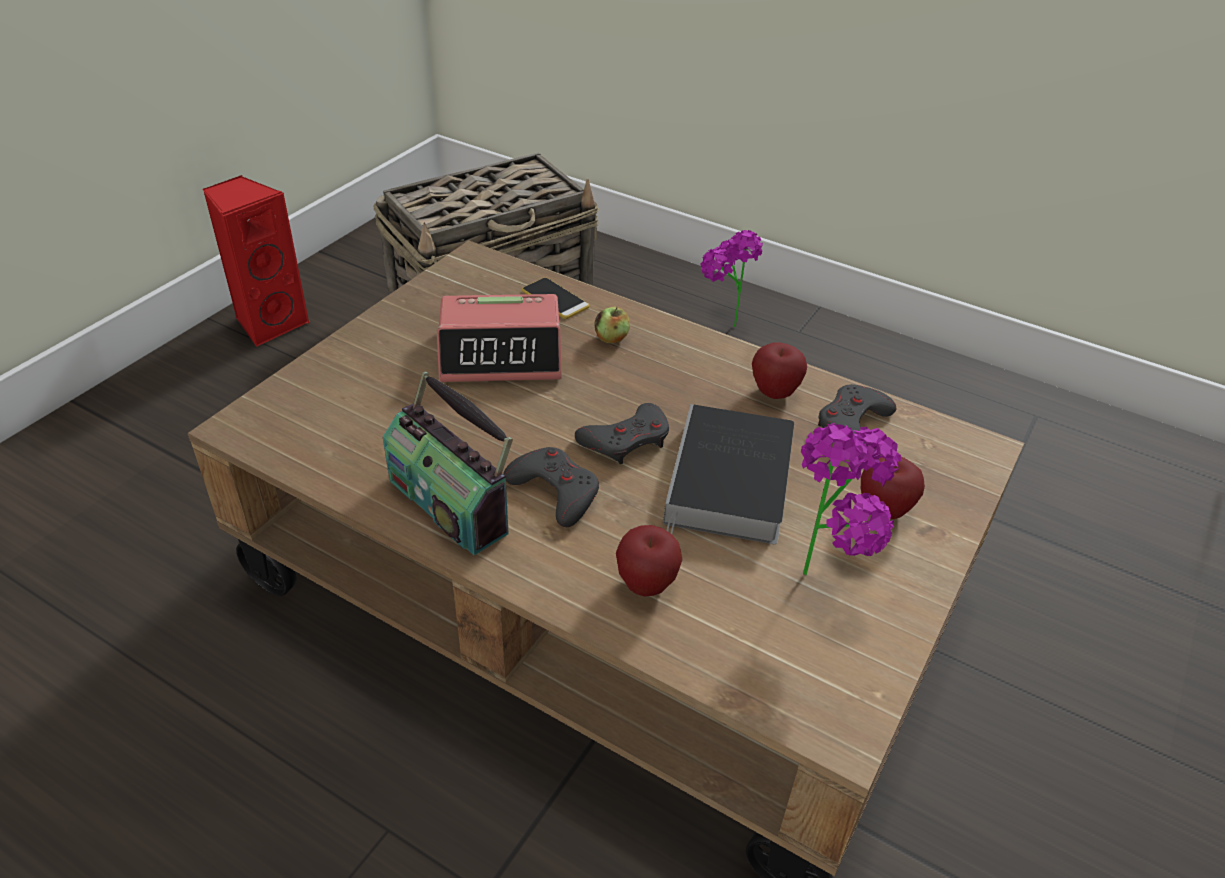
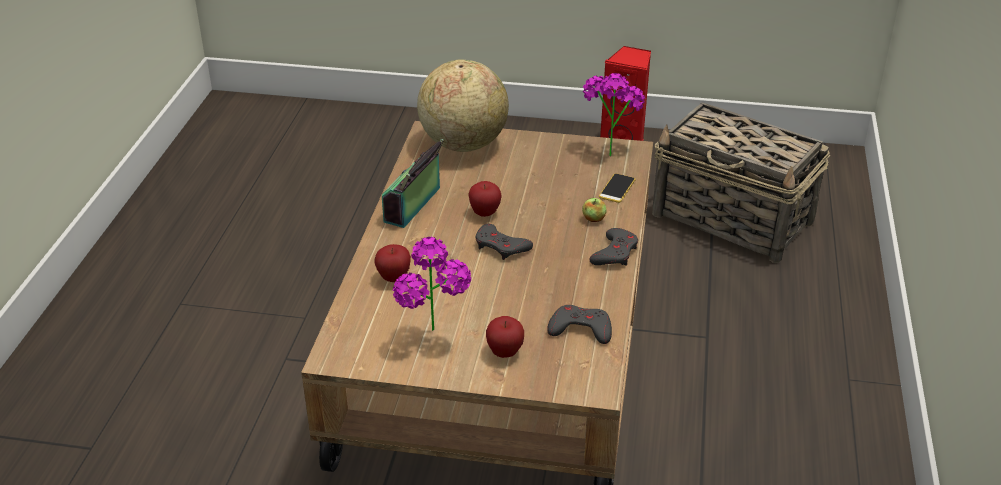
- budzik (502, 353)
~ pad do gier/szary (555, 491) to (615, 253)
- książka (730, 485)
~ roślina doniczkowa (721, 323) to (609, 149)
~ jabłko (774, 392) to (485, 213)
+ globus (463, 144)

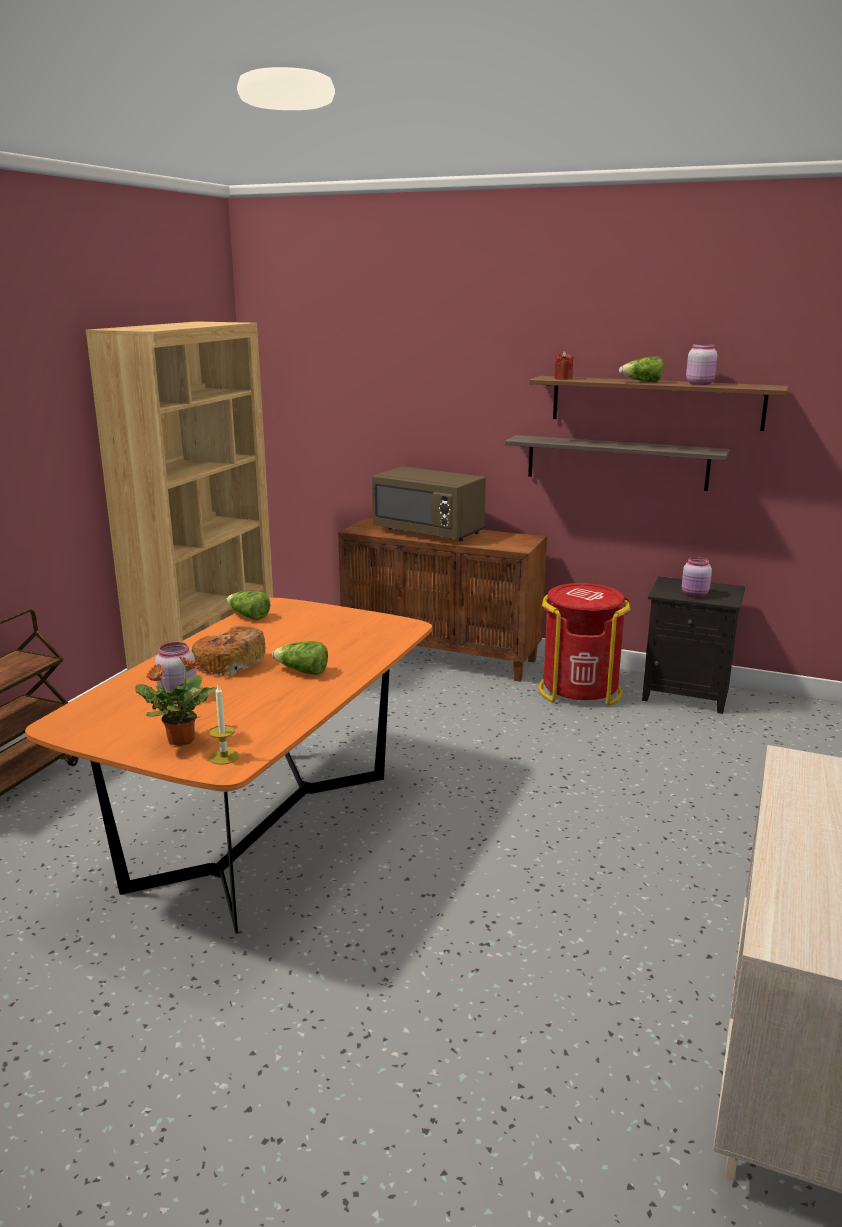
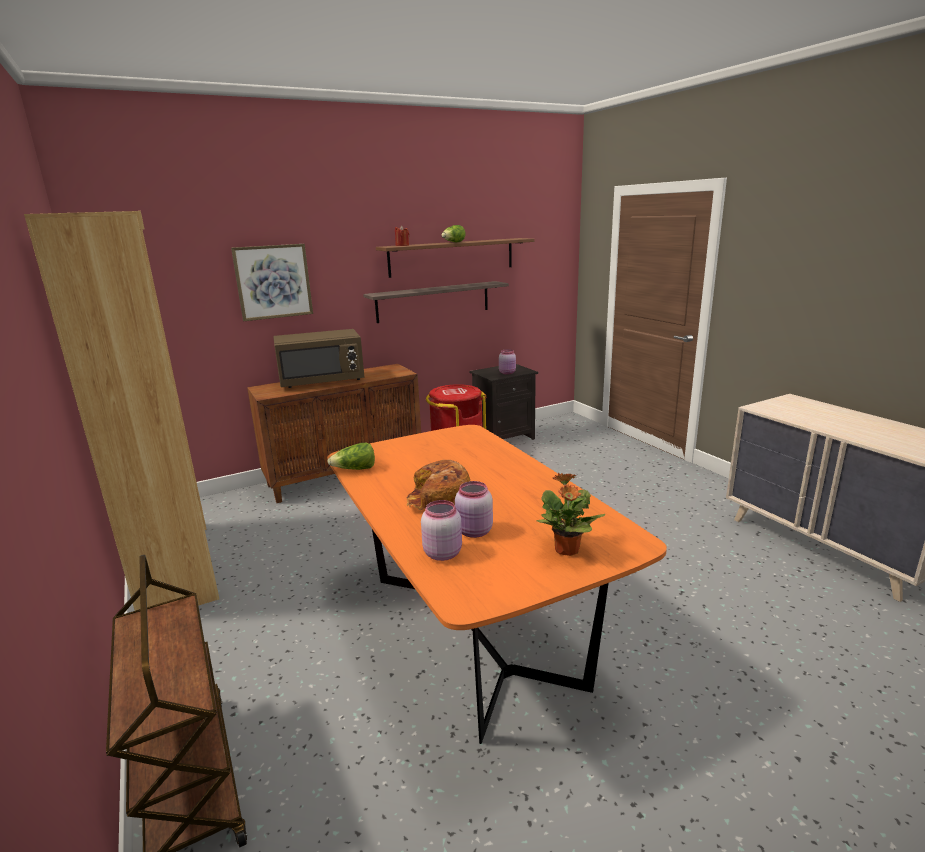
- świeca (224, 757)
- sałata (302, 671)
~ słoik/różowy (700, 383) to (442, 553)
+ obraz (273, 282)

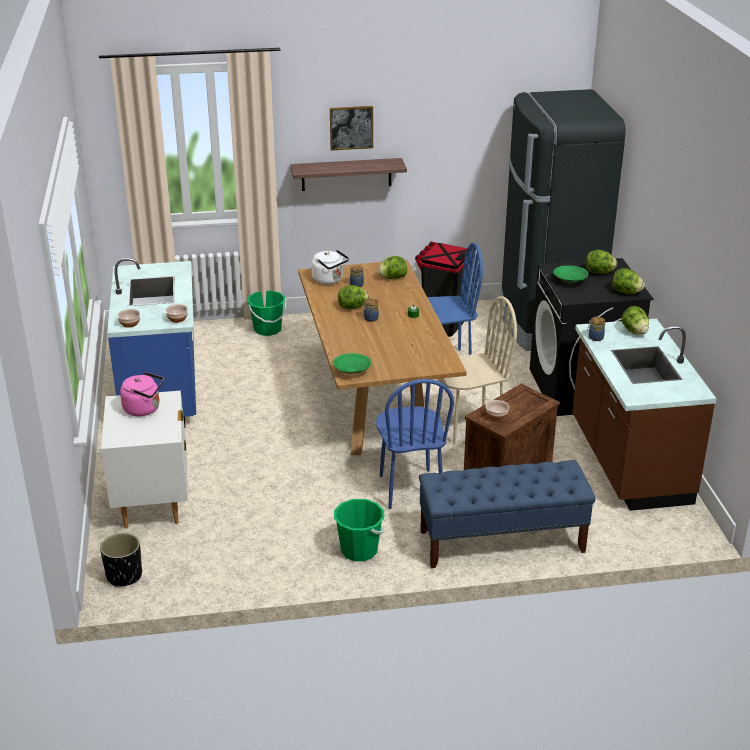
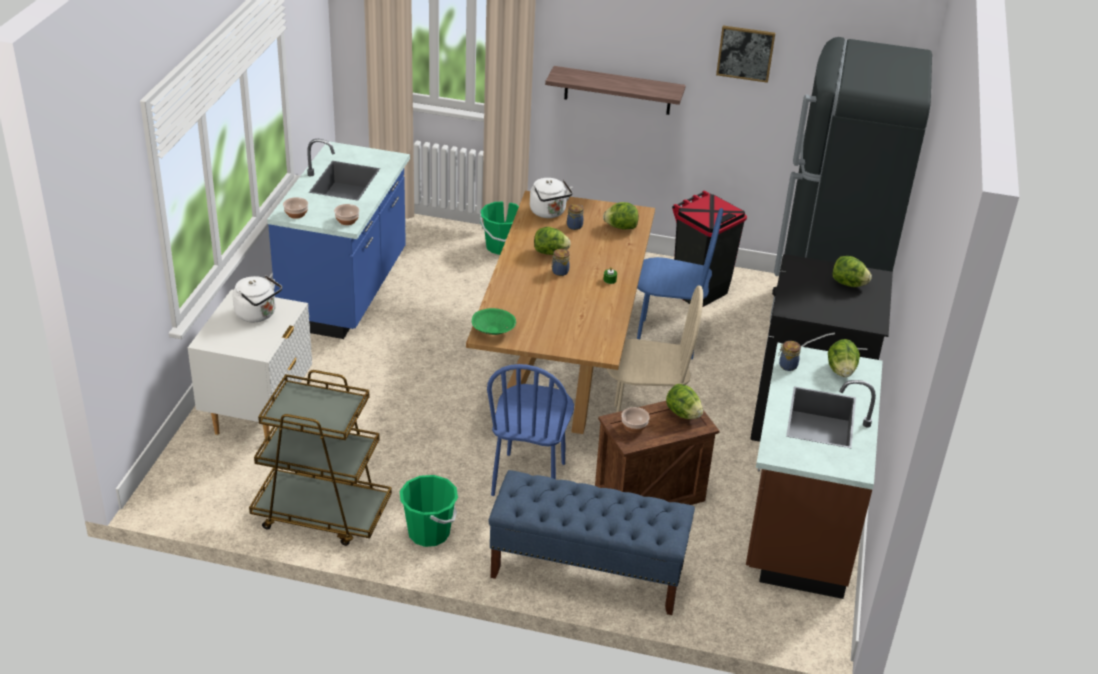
- donica/czarny (124, 575)
~ czajnik/różowy (144, 409) to czajnik/biały (258, 314)
~ obraz (351, 127) to (745, 53)
- miska/zielony (569, 281)
~ sałata (626, 292) to (683, 414)
+ wózek/brązowy (321, 513)

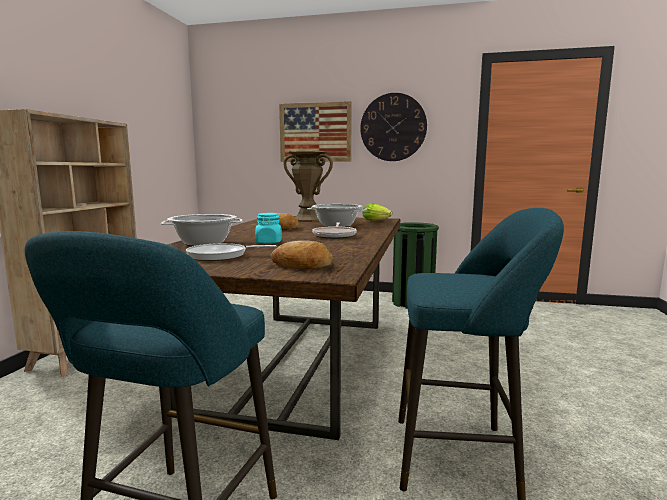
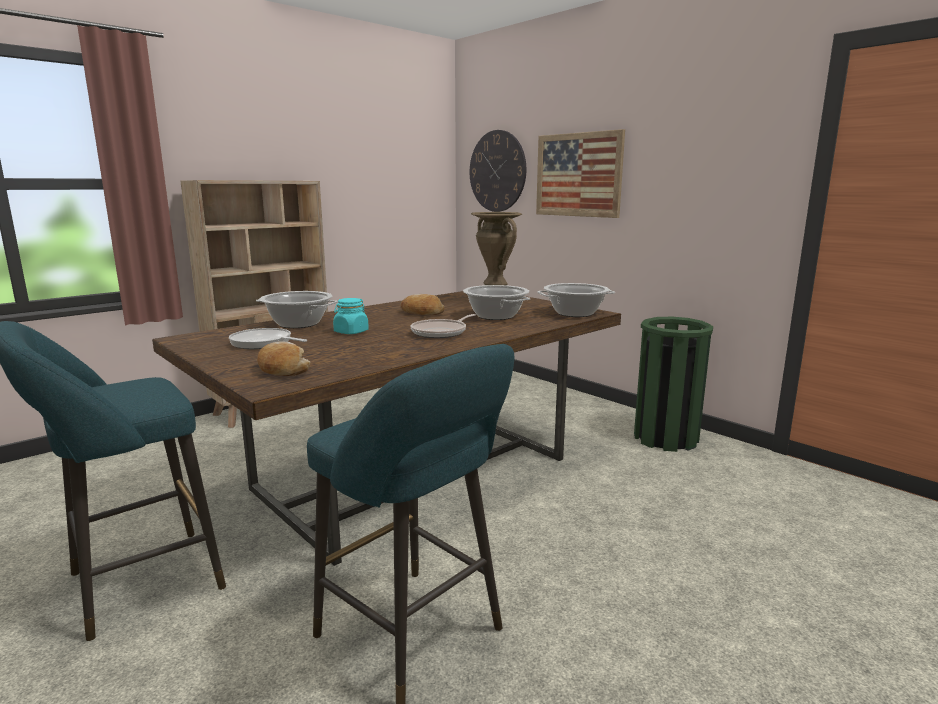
~ zegar ścienny (393, 127) to (497, 171)
~ sałata (377, 220) to garnek (575, 313)

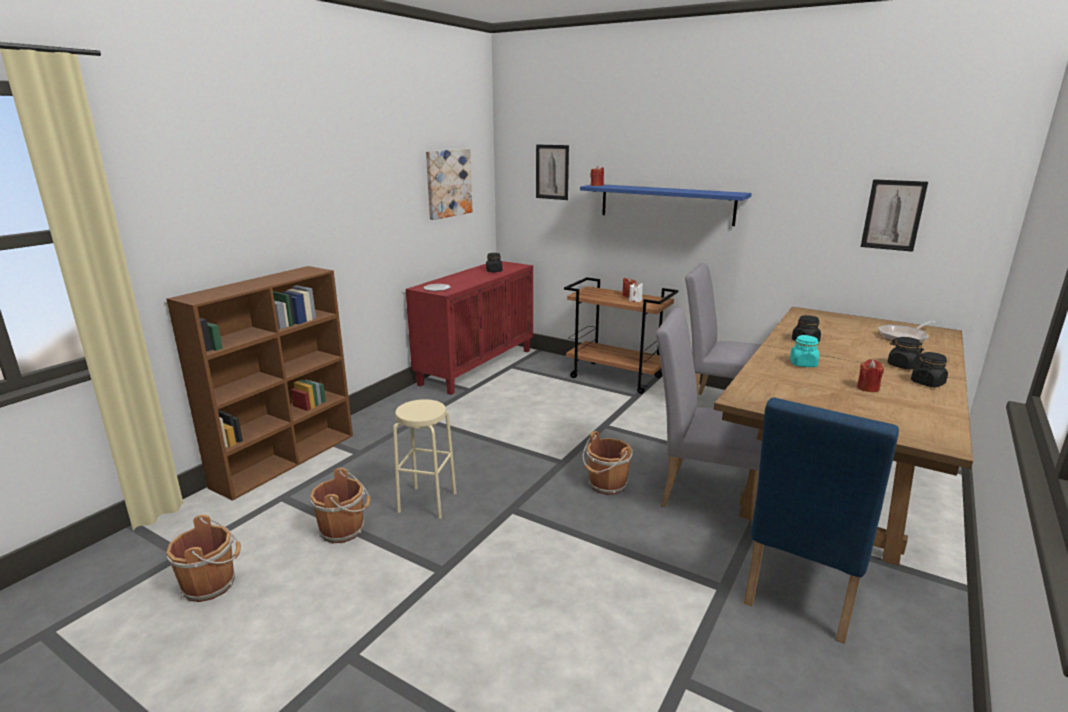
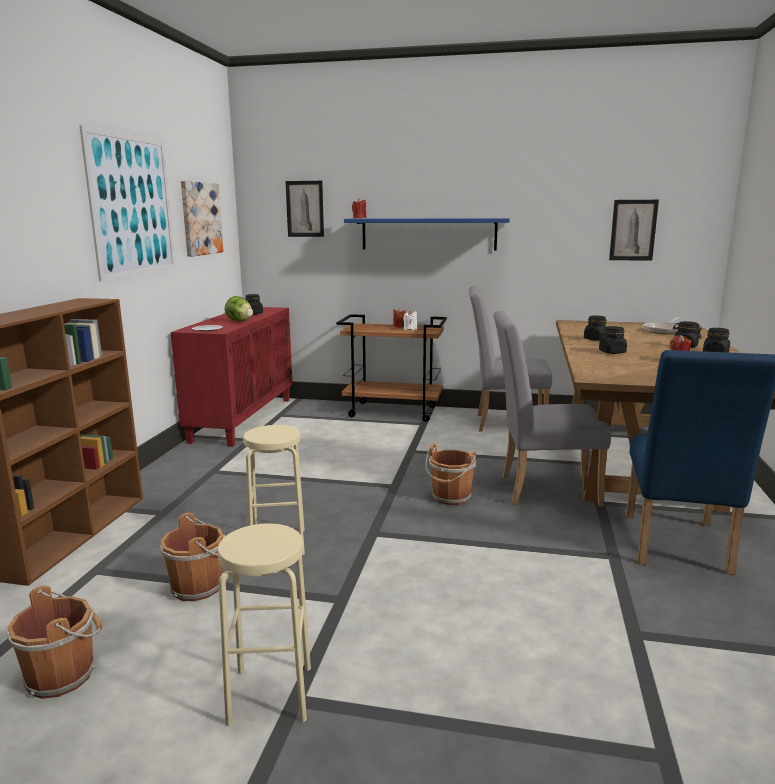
~ słoik/turkusowy (803, 364) to słoik/czarny (612, 352)
+ obraz (132, 206)
+ stołek/beżowy (270, 694)
+ sałata (239, 321)

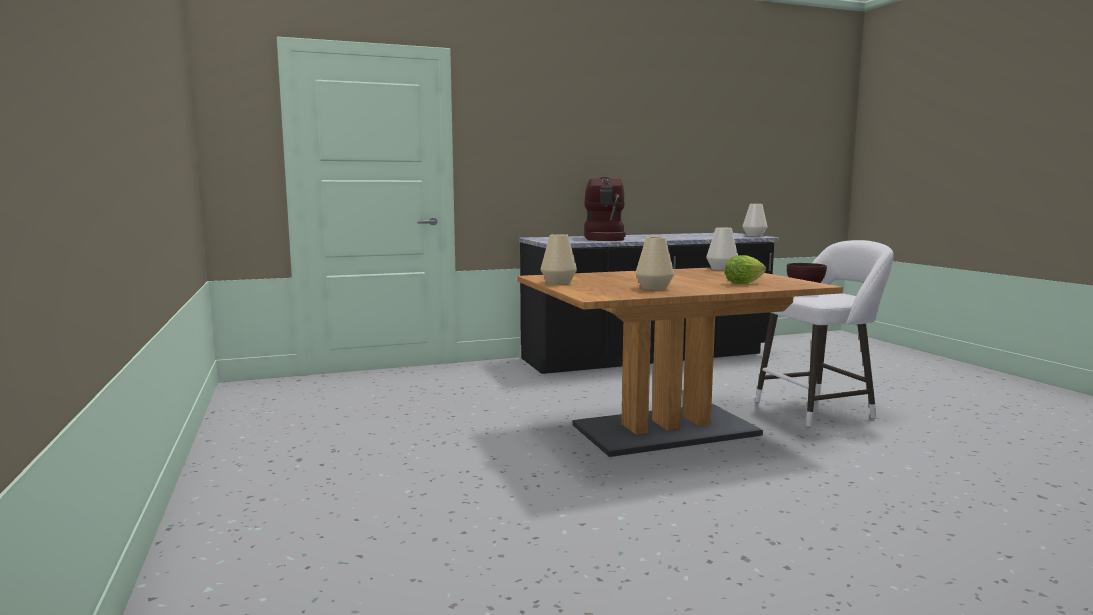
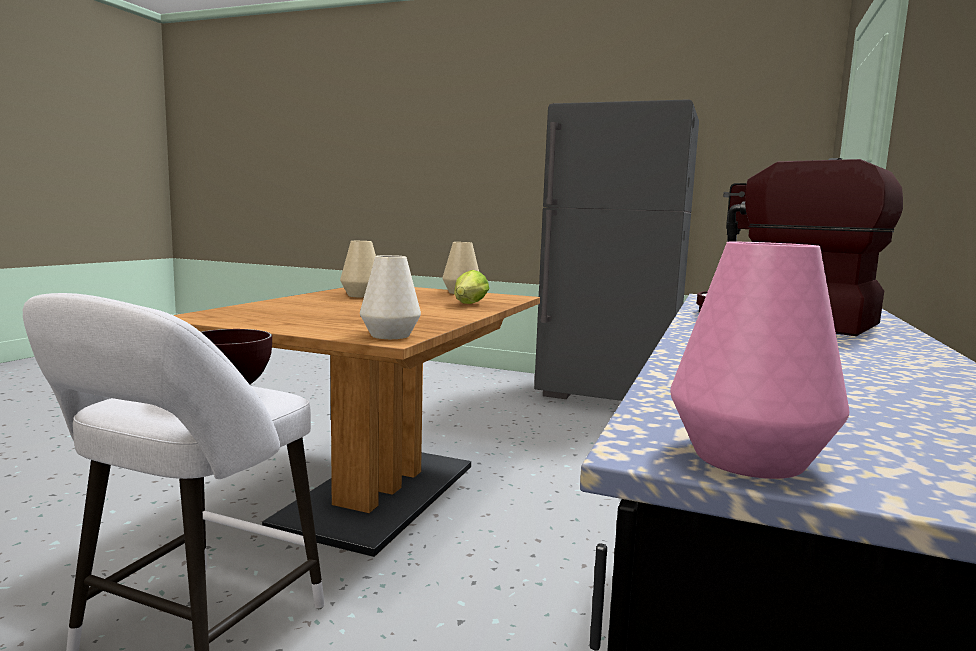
~ sałata (745, 283) to (468, 304)
~ wazon/biały (754, 235) to wazon/różowy (749, 458)
+ lodówka/szary (607, 396)

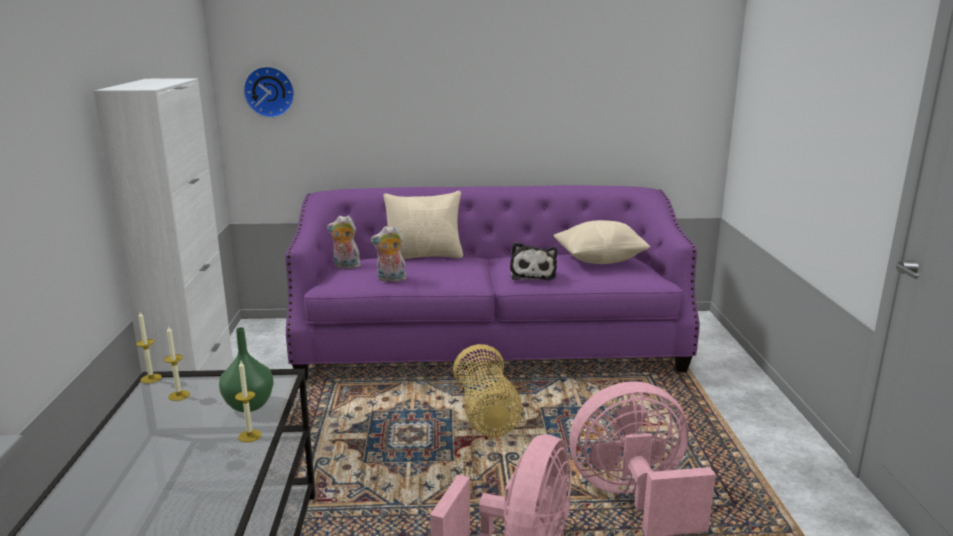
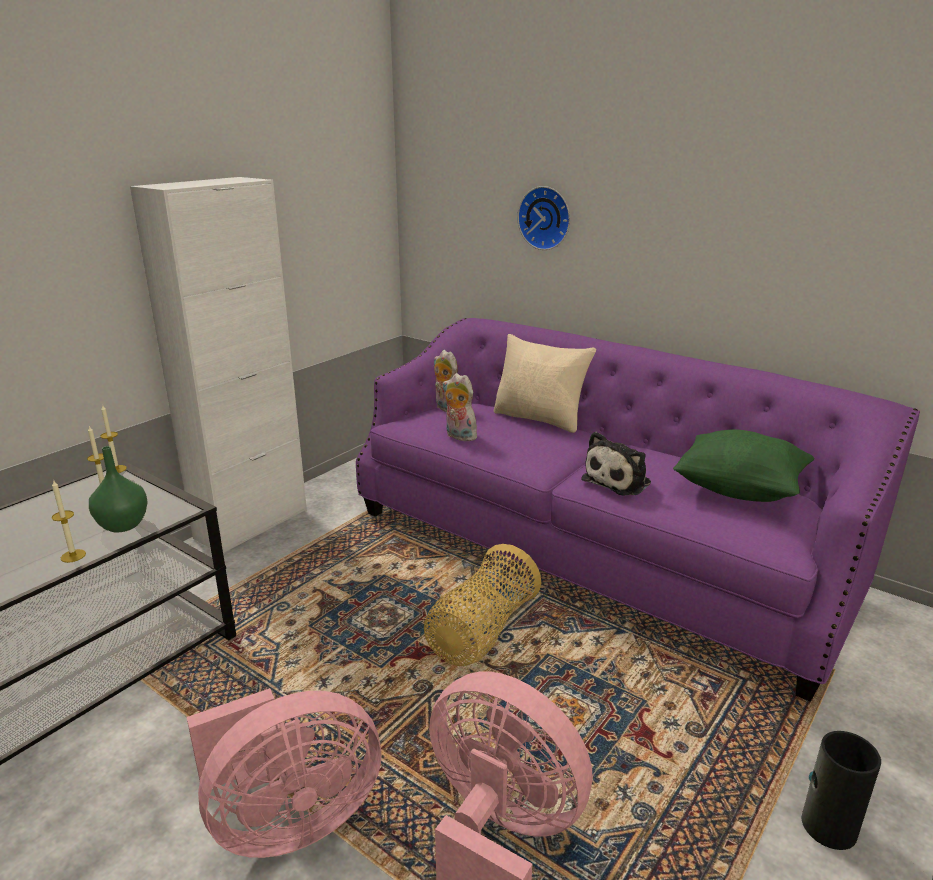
~ zegar ścienny (269, 91) to (546, 218)
~ poduszka/beżowy (600, 260) to poduszka/zielony (739, 490)
+ wazon (827, 826)

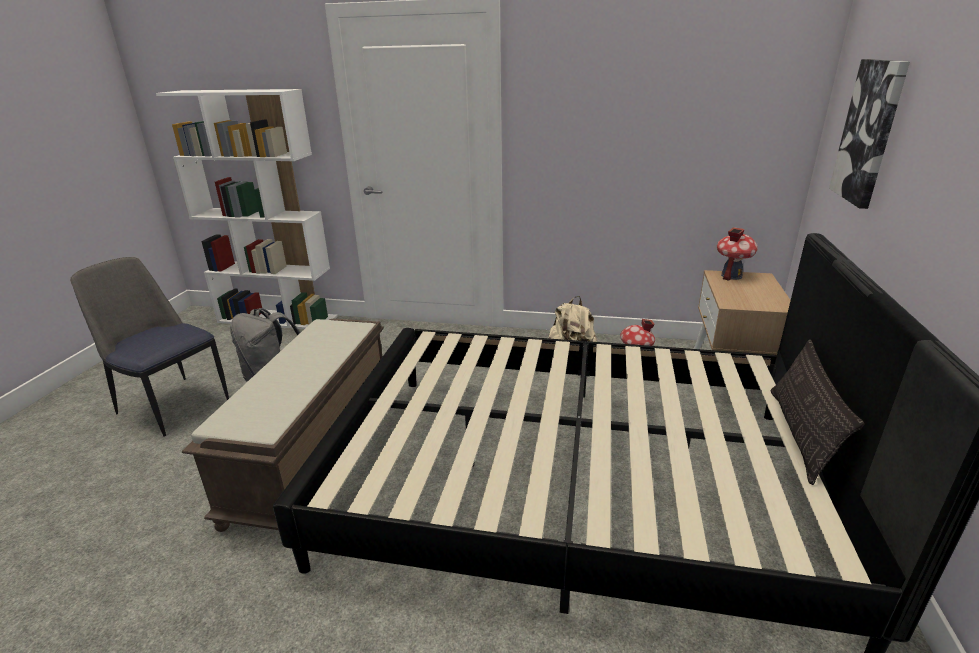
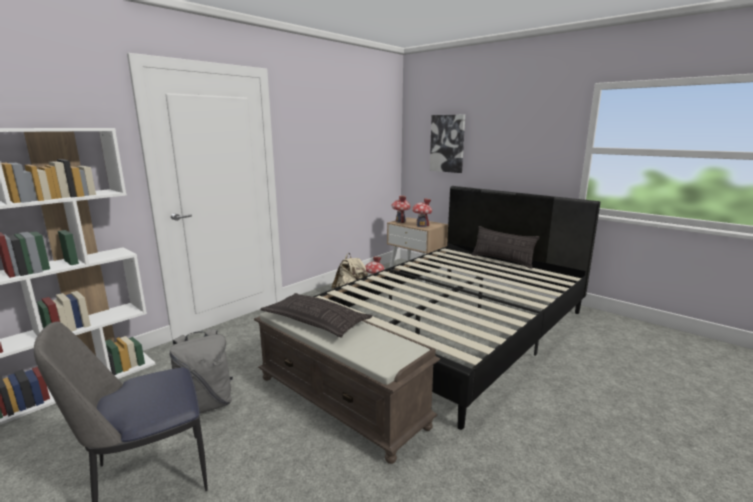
+ poduszka (315, 321)
+ domek (421, 226)

